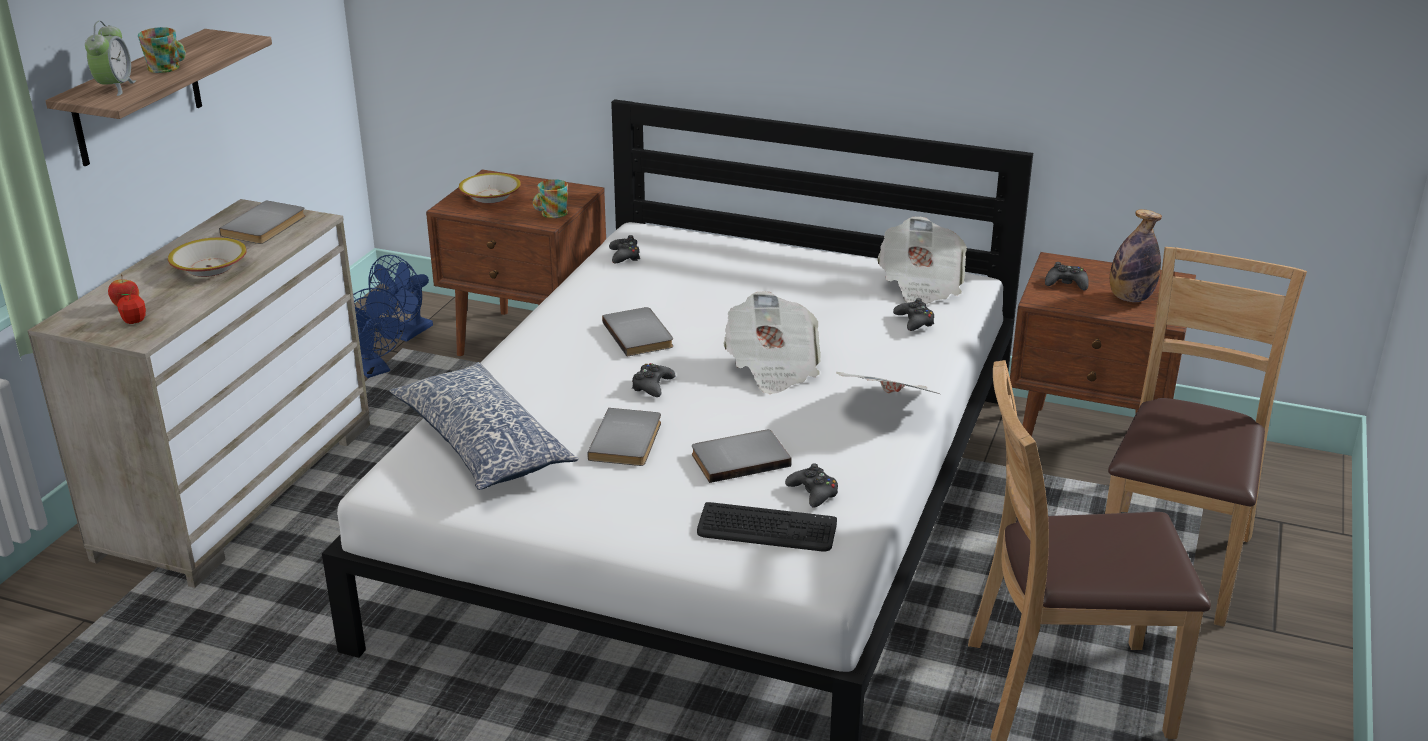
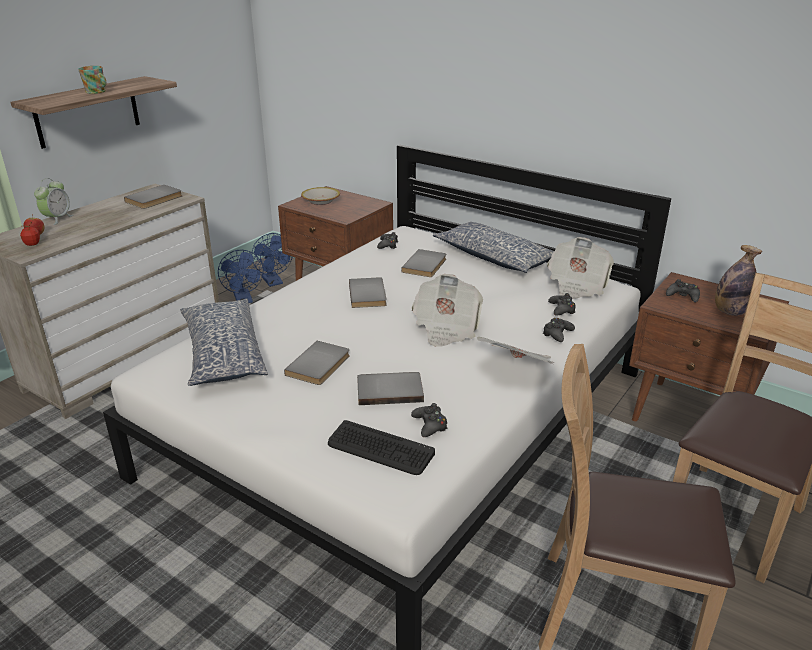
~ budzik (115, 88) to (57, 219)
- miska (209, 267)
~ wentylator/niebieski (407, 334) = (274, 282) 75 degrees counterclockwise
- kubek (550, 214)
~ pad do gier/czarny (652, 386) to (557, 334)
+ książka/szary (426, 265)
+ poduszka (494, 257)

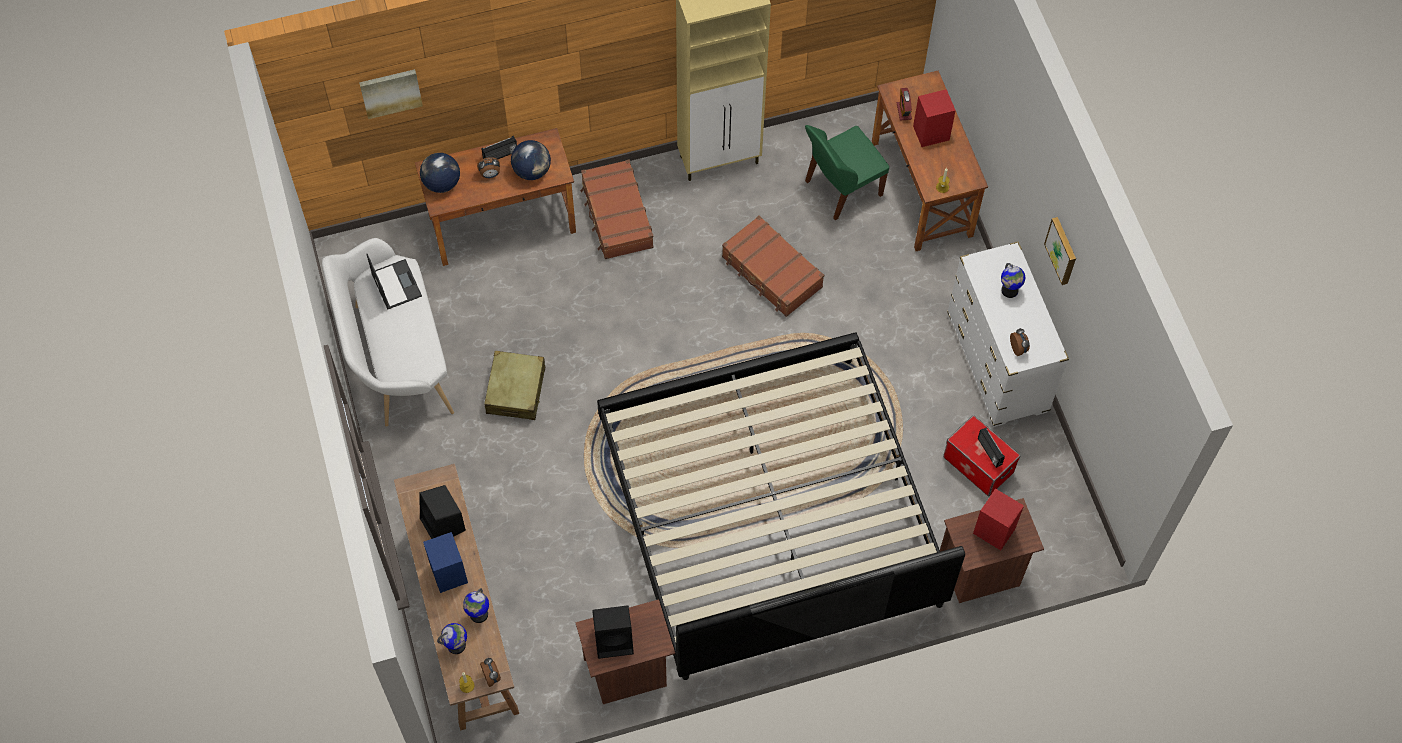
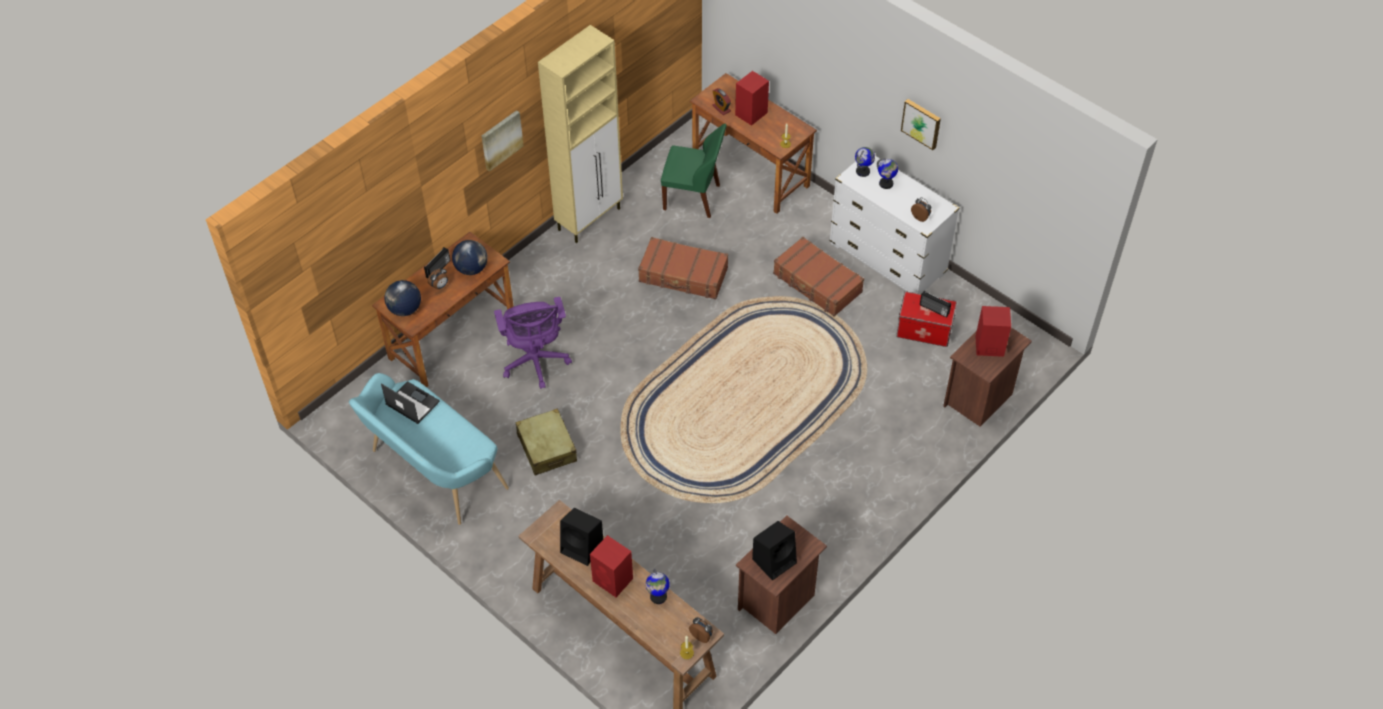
~ ławka/biały (396, 358) to ławka/turkusowy (433, 472)
~ obraz (390, 92) to (501, 139)
~ głośnik/niebieski (449, 574) to głośnik/czerwony (613, 580)
~ globus (456, 645) to (863, 171)
~ walizka/brązowy (616, 216) to (817, 283)
- łóżko (769, 514)
~ krzesło/zielony (841, 189) = (693, 198) 105 degrees counterclockwise
+ krzesło biurowe/fioletowy (535, 362)

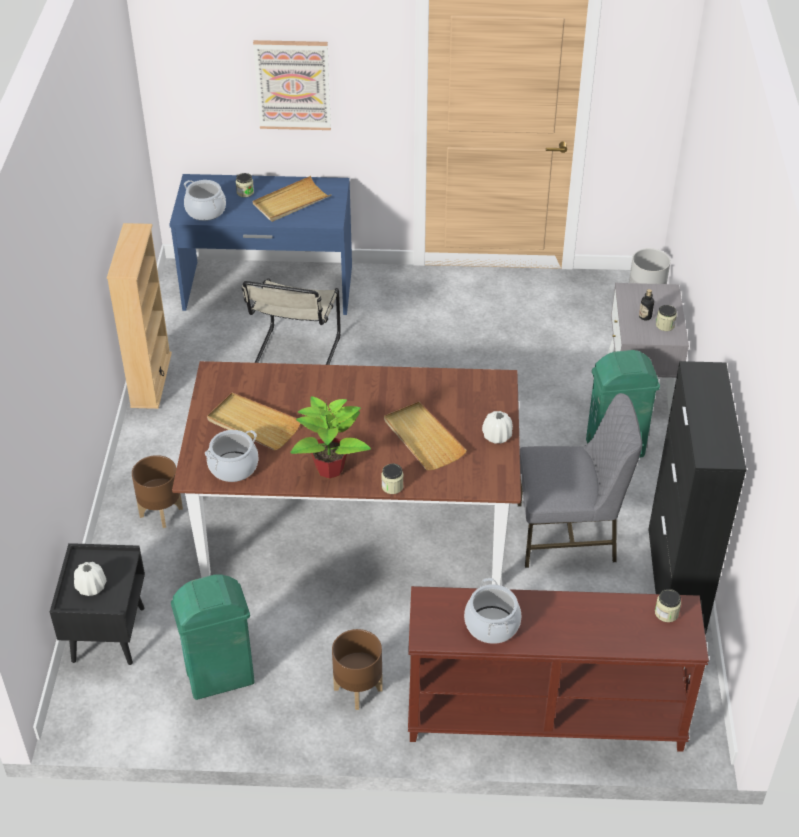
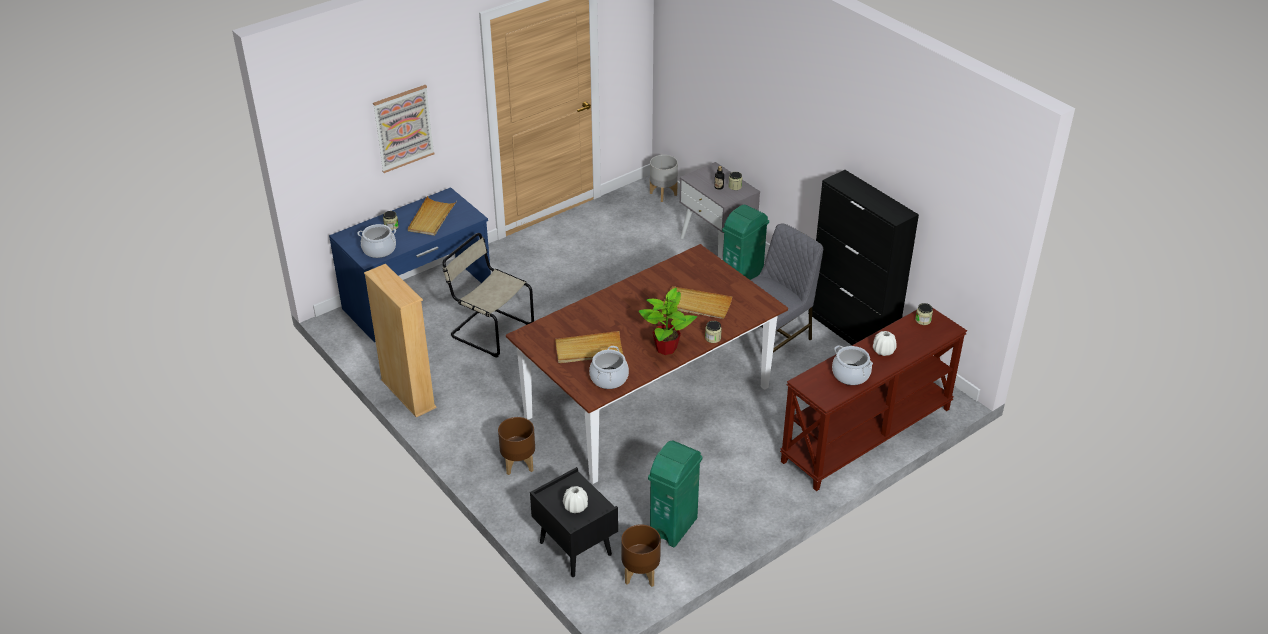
~ krzesło/beżowy (295, 356) = (489, 330) 150 degrees clockwise
~ donica/brązowy (357, 689) to (640, 575)
~ wazon/biały (497, 436) to (883, 351)

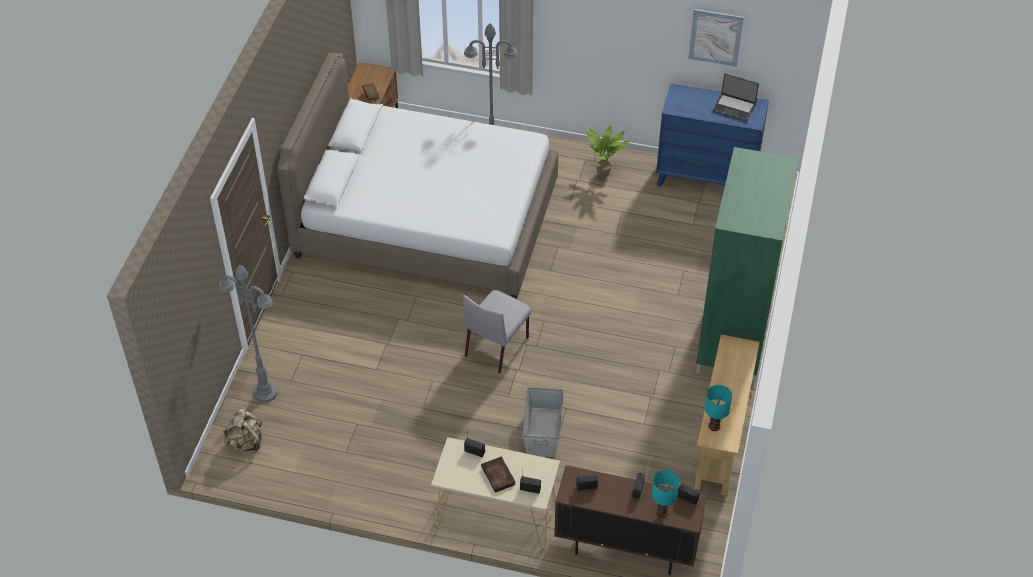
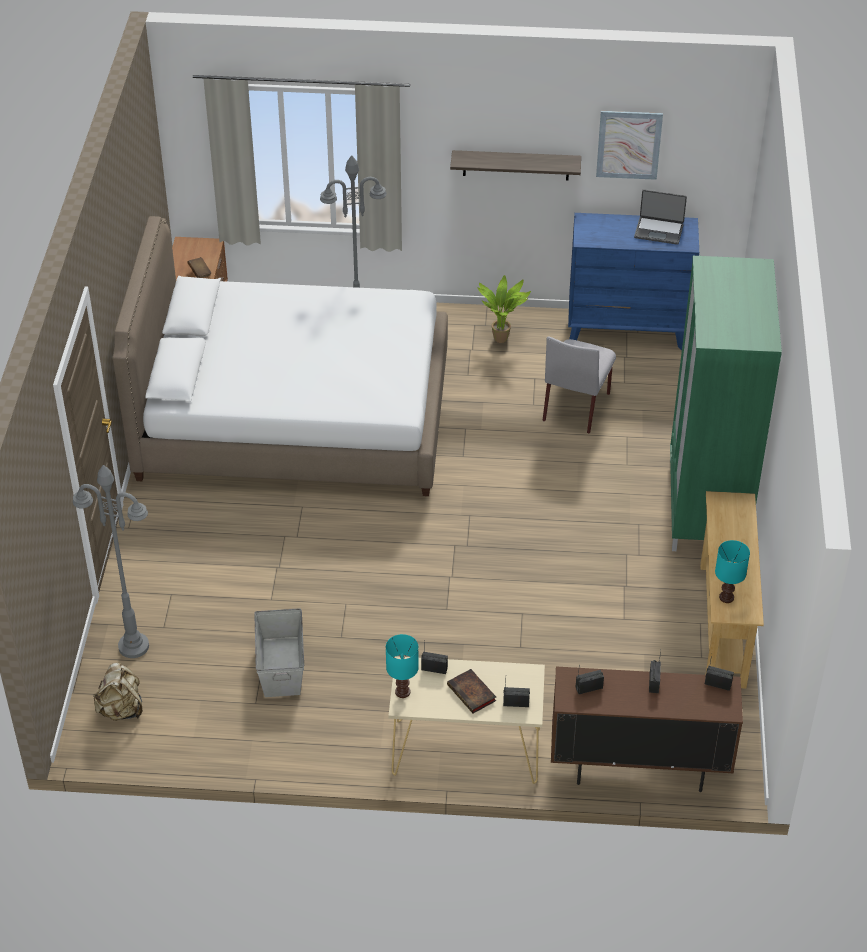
~ krzesło/szary (497, 346) to (576, 406)
~ pojemnik do przechowywania/szary (542, 432) to (280, 666)
~ lampa stołowa/turkusowy (662, 511) to (402, 691)
+ półka (516, 165)

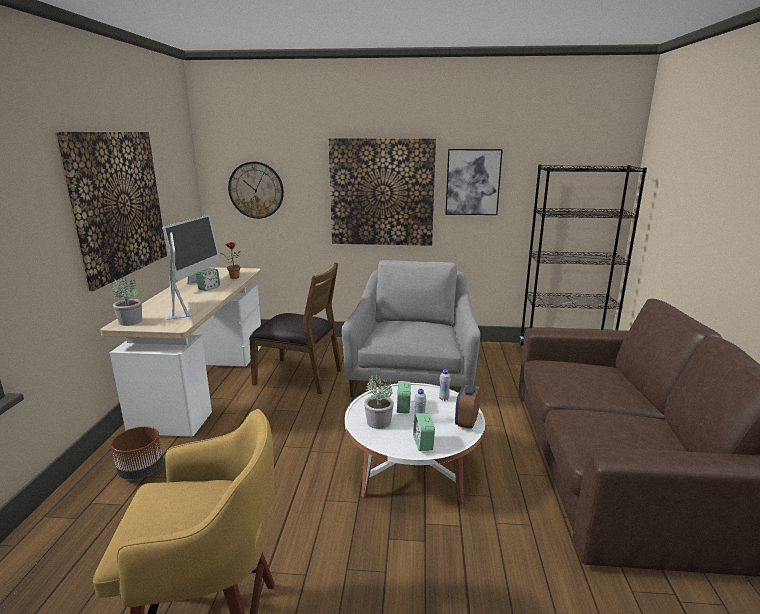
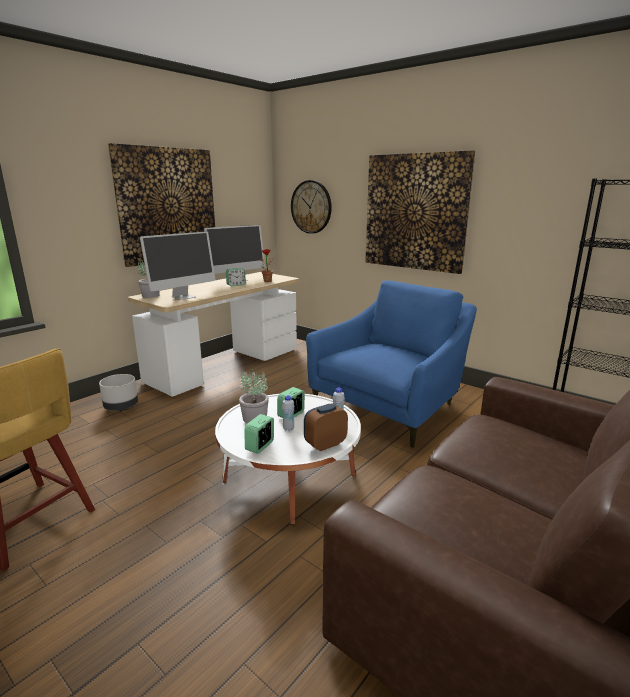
~ donica/brązowy (141, 470) to donica/szary (121, 407)
~ monitor (178, 314) = (184, 297) 150 degrees counterclockwise
- krzesło/brązowy (299, 376)
~ fotel/szary (412, 375) to fotel/niebieski (391, 406)
- obraz (473, 182)

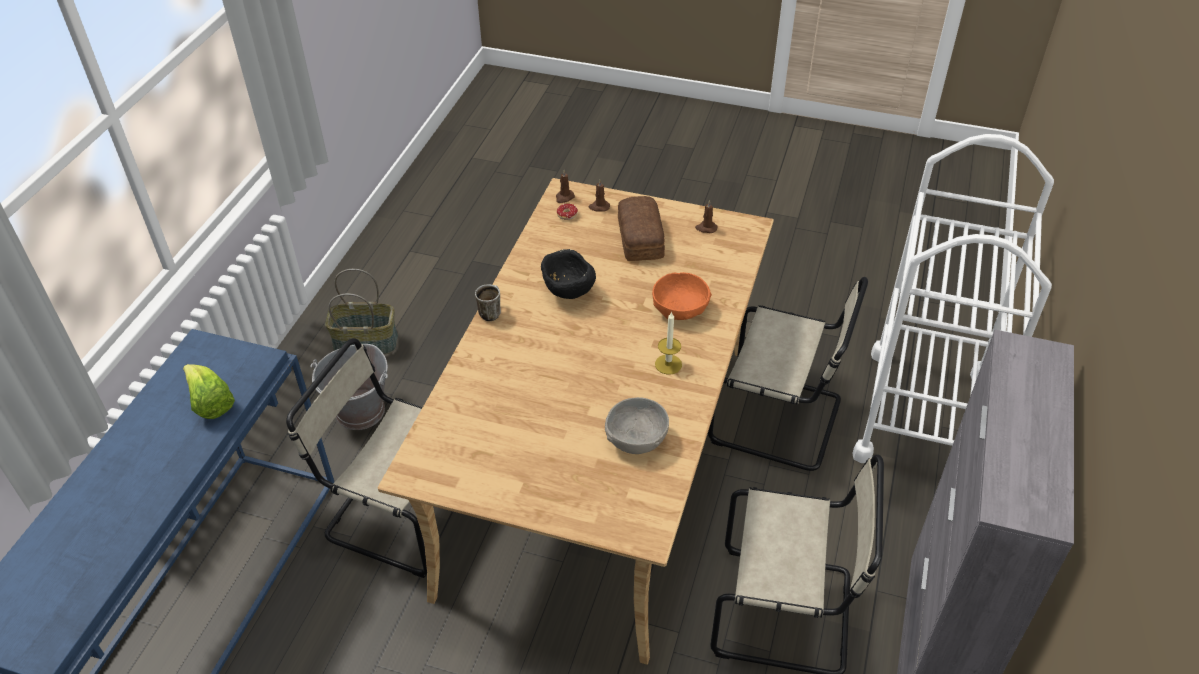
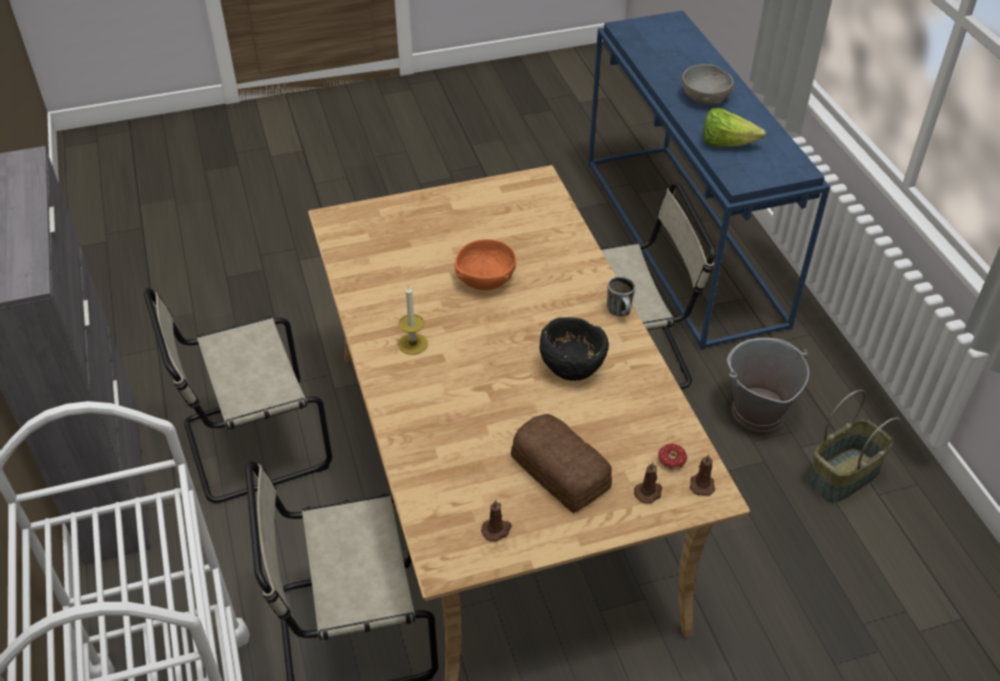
~ miska/szary (636, 438) to (705, 98)
~ miska/pomarańczowy (680, 309) to (485, 278)

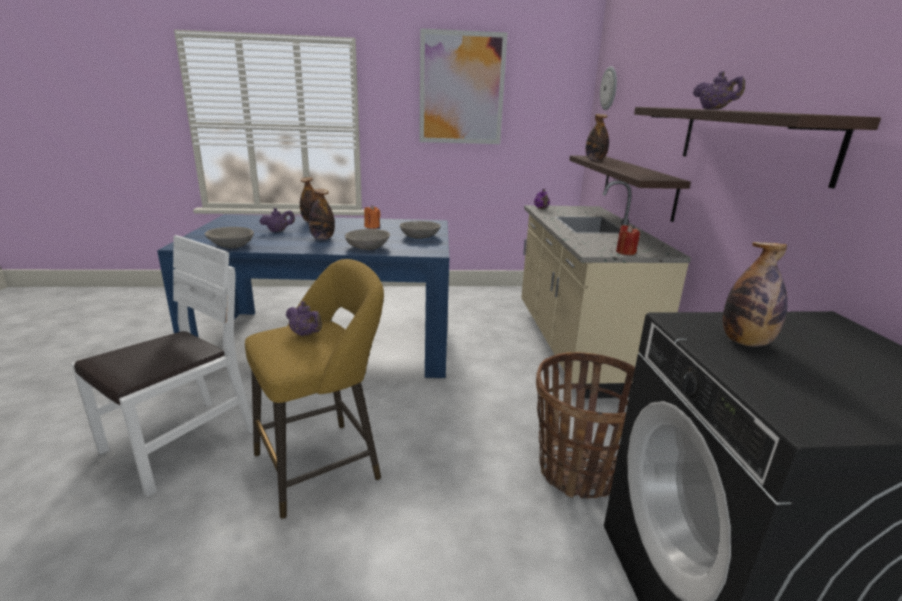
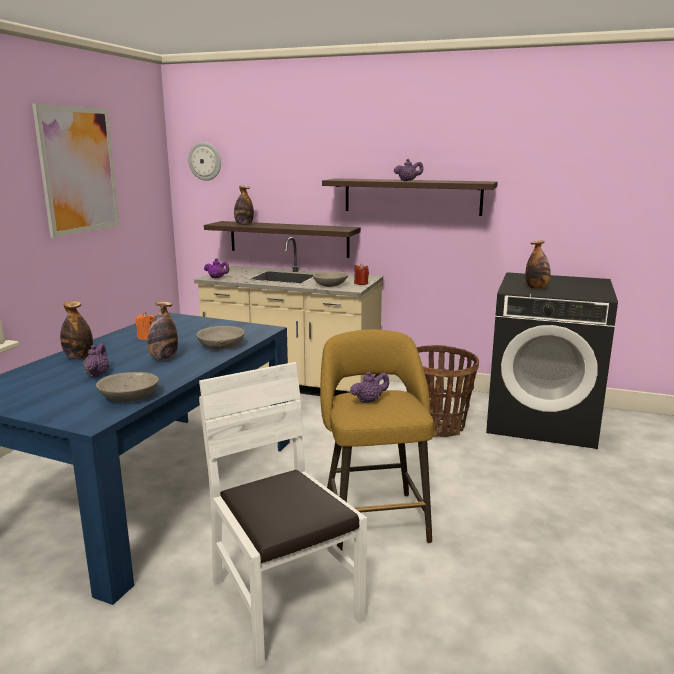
~ miska/szary (420, 236) to (330, 285)

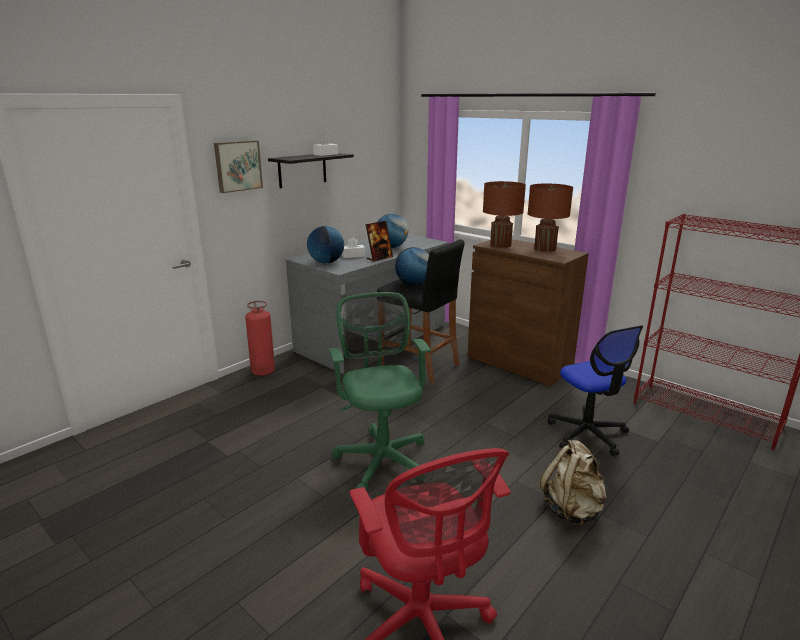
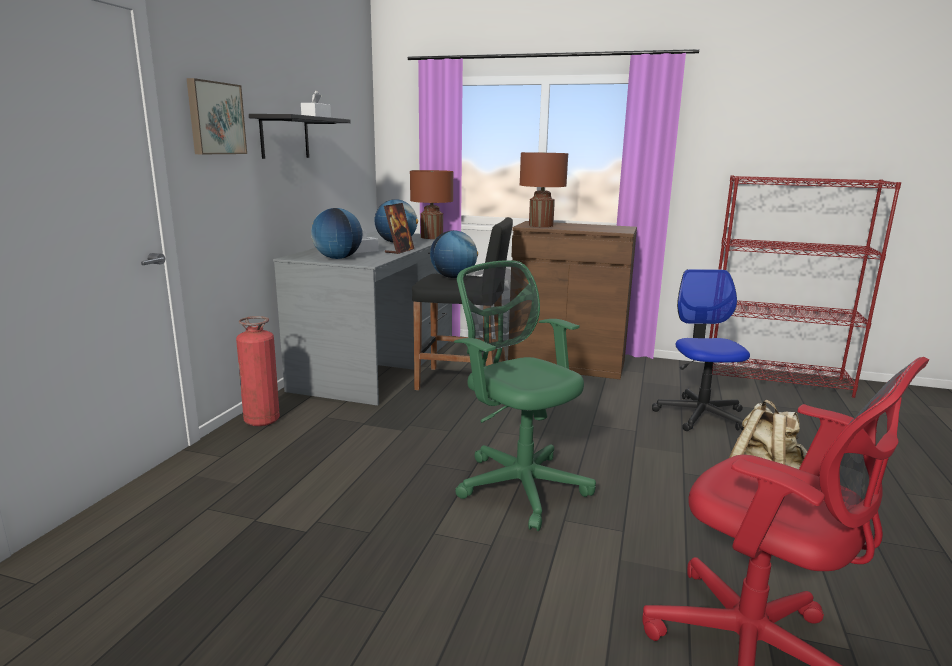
~ lampa stołowa/brązowy (545, 248) to (431, 237)
~ krzesło biurowe (587, 434) = (700, 415) 135 degrees counterclockwise

